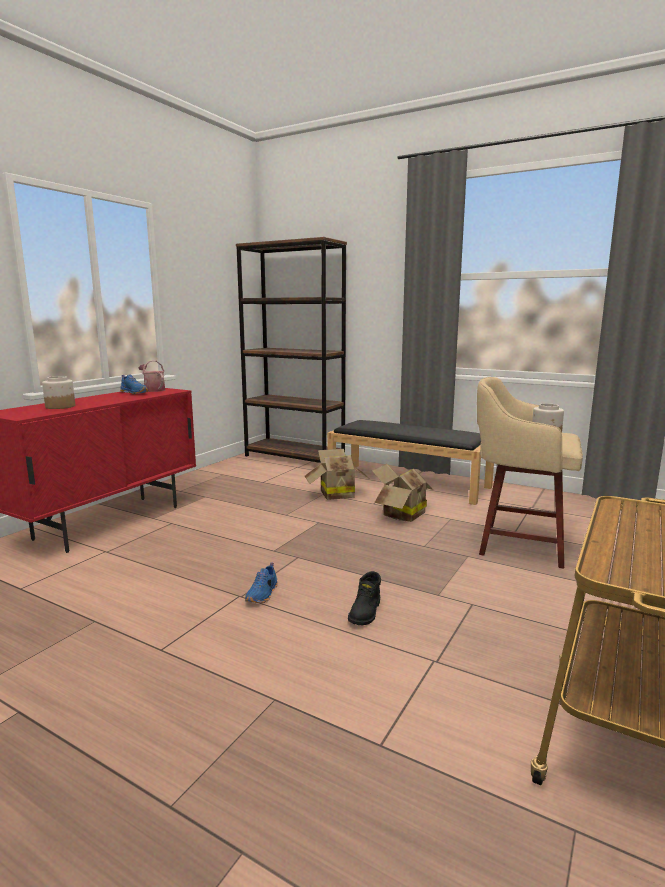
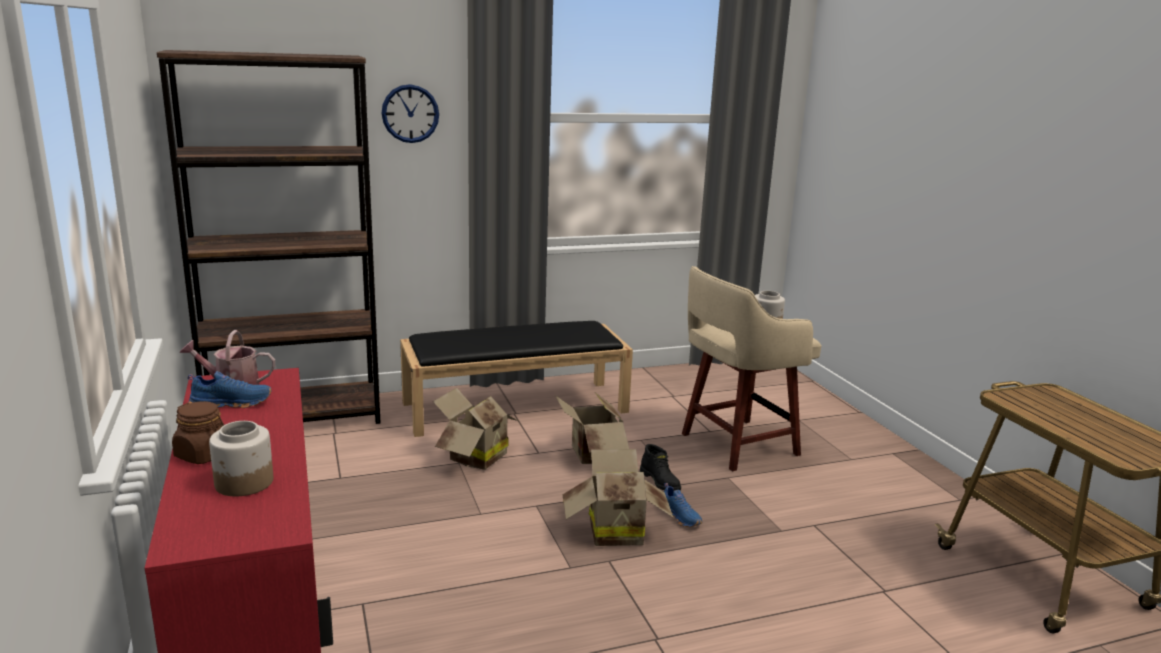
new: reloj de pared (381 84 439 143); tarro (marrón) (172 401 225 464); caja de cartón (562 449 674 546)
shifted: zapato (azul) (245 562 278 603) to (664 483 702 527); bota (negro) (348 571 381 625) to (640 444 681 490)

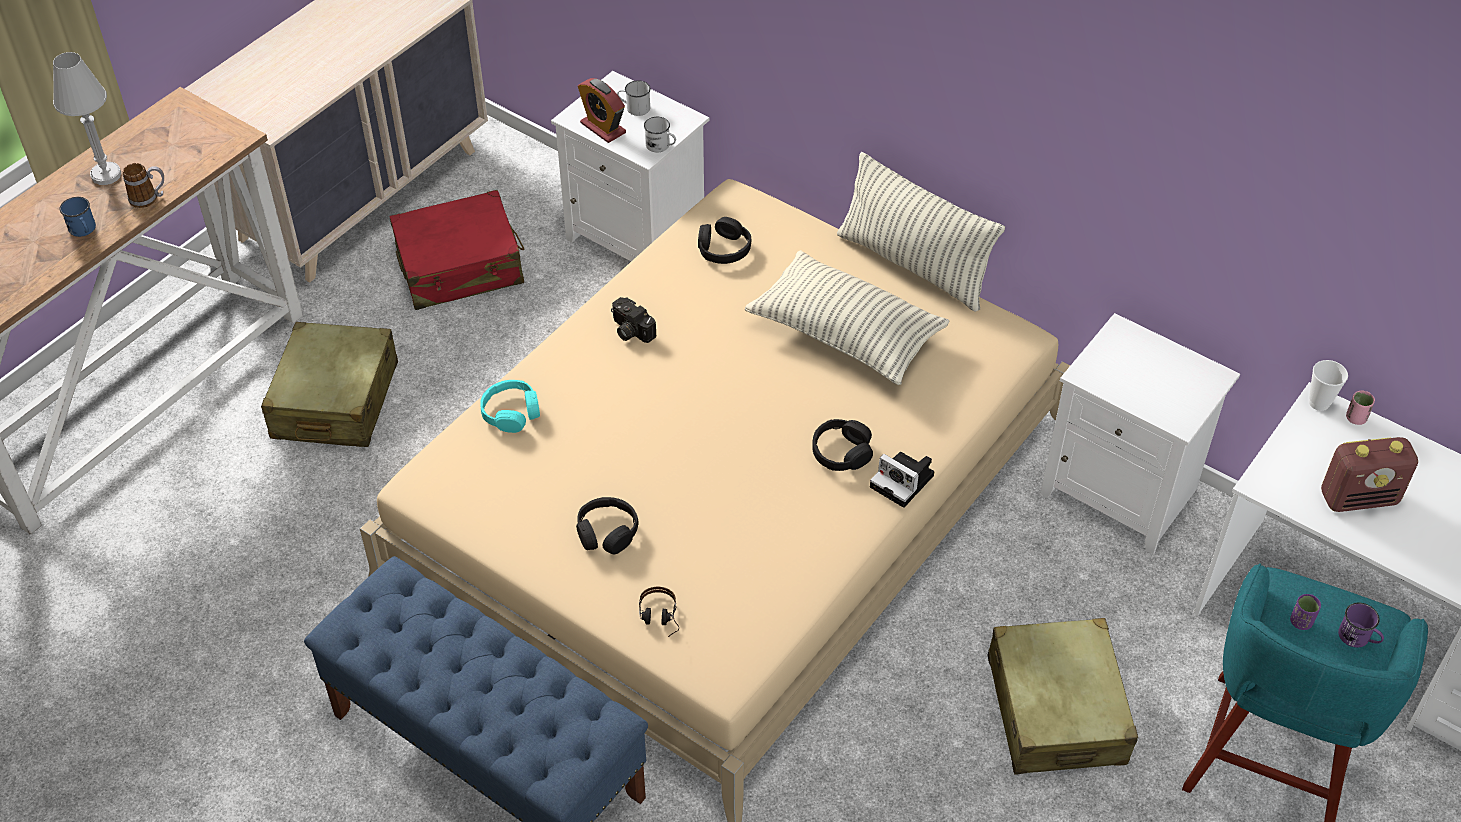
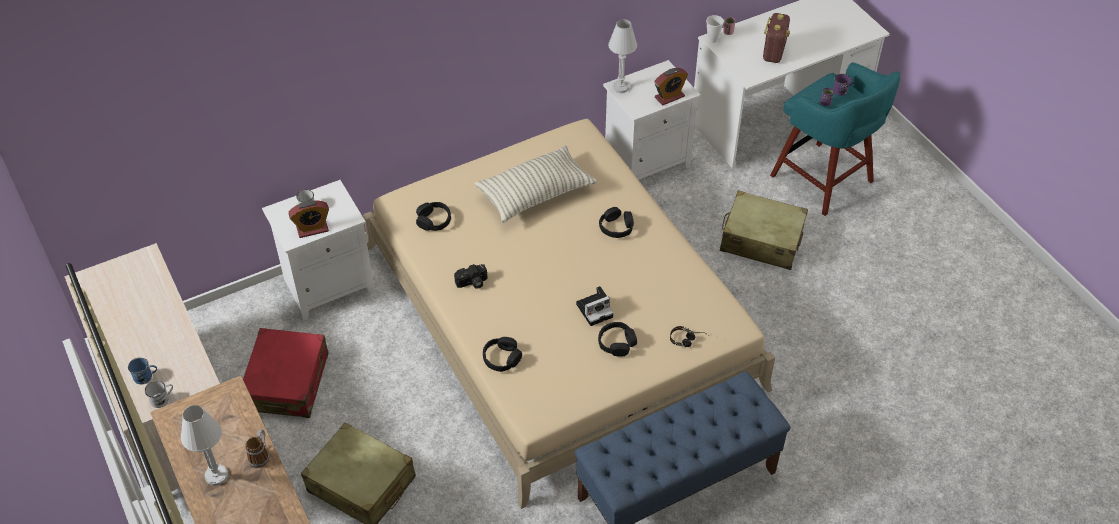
gone: cojín (837 152 1005 312)
new: lámpara de mesa (blanco) (608 19 637 93); despertador (654 68 688 105)
shifted: taza grande (blanco) (644 117 676 153) to (145 381 173 408); taza grande (azul) (59 197 96 237) to (128 358 157 384); cámara (870 452 934 508) to (576 286 614 326)
repainted: auriculares (turquesa) (480 380 540 433) to auriculares (negro) (483 337 522 372)

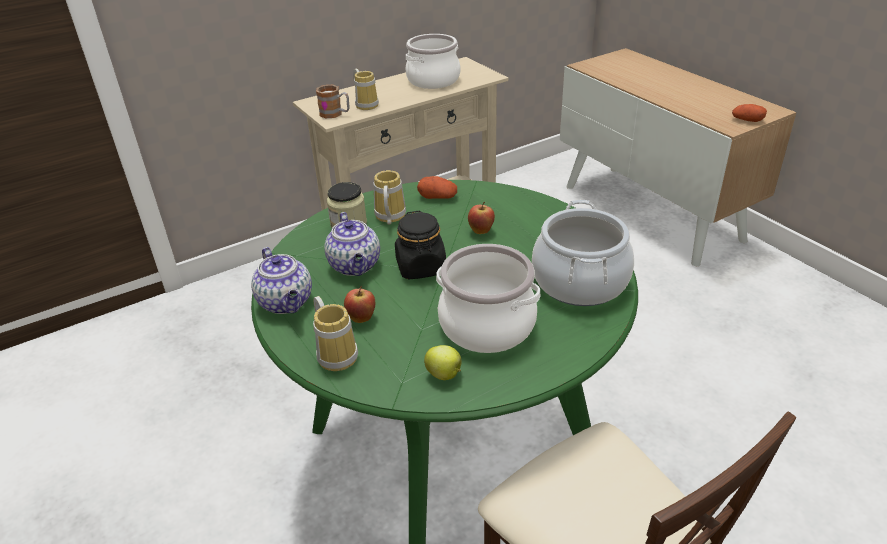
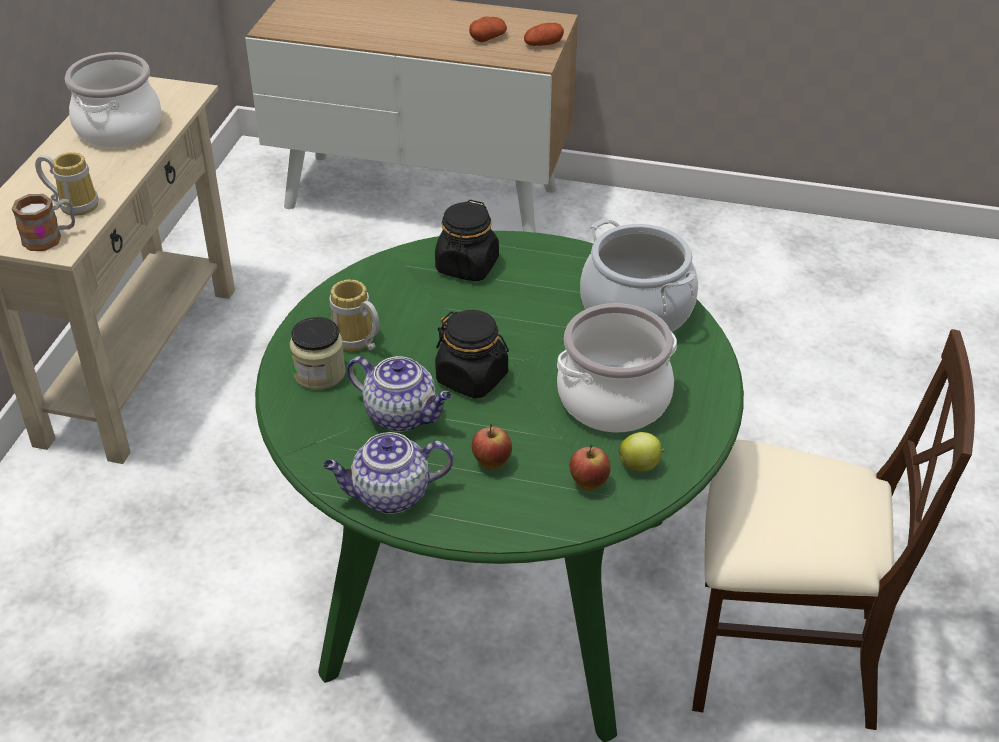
gone: taza grande (313 296 358 371)
new: tarro (negro) (435 200 499 281)
shifted: patata (417 176 457 199) to (469 16 507 42); manzana (468 202 495 234) to (570 444 611 491)
rotated: tetera (251 247 312 314) = (323 432 453 514) 150 degrees clockwise

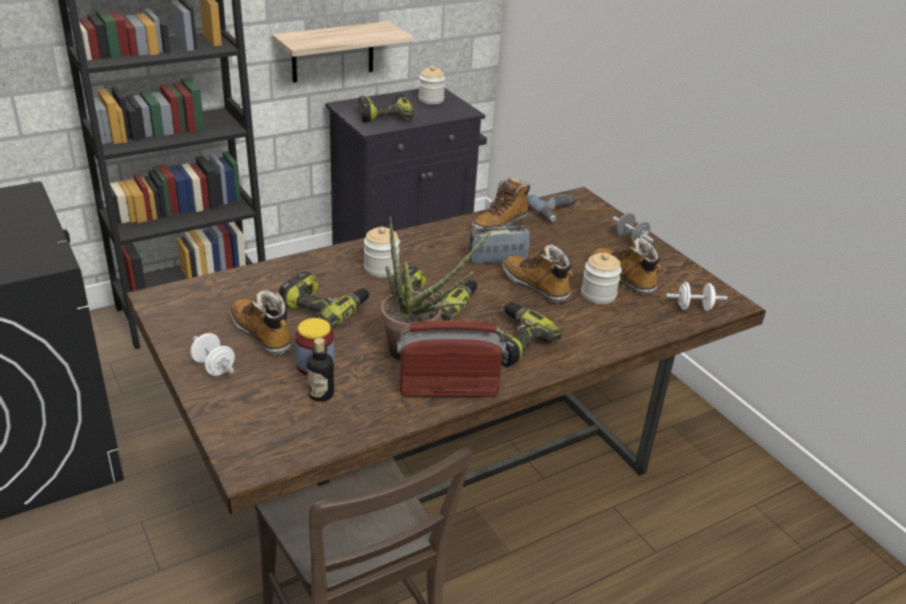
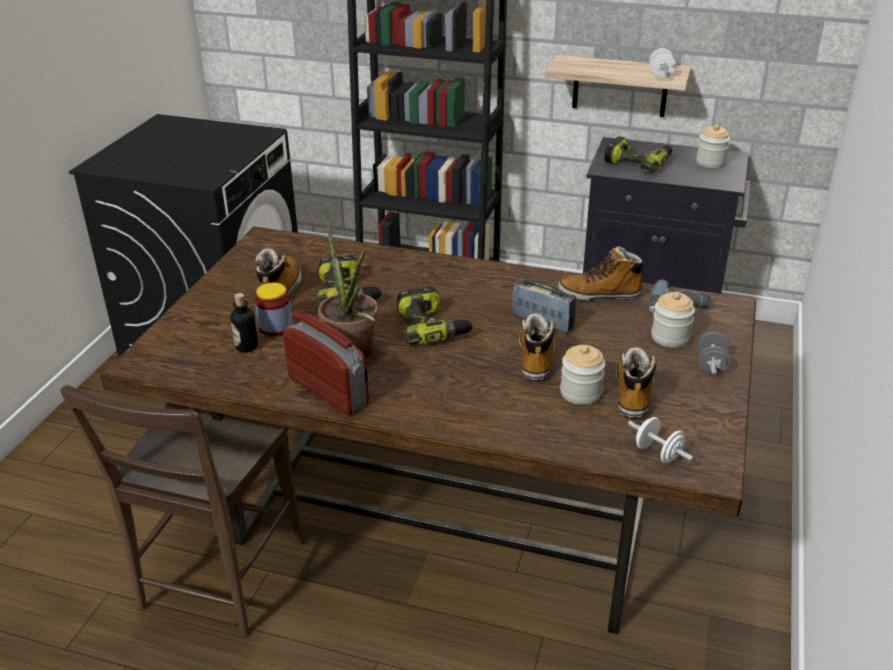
gone: taladro (495 302 562 367)
shifted: tarro (364 227 400 278) to (651 292 695 348); mancuerna (blanco) (190 333 235 376) to (650 48 676 78)

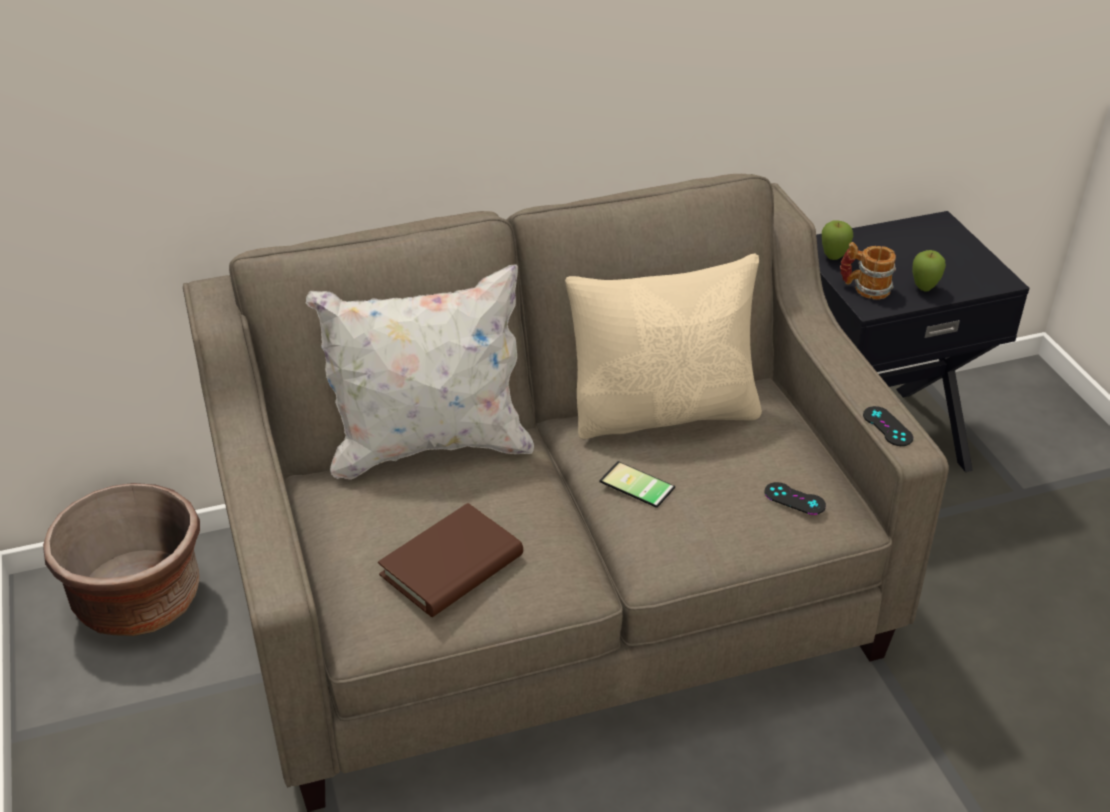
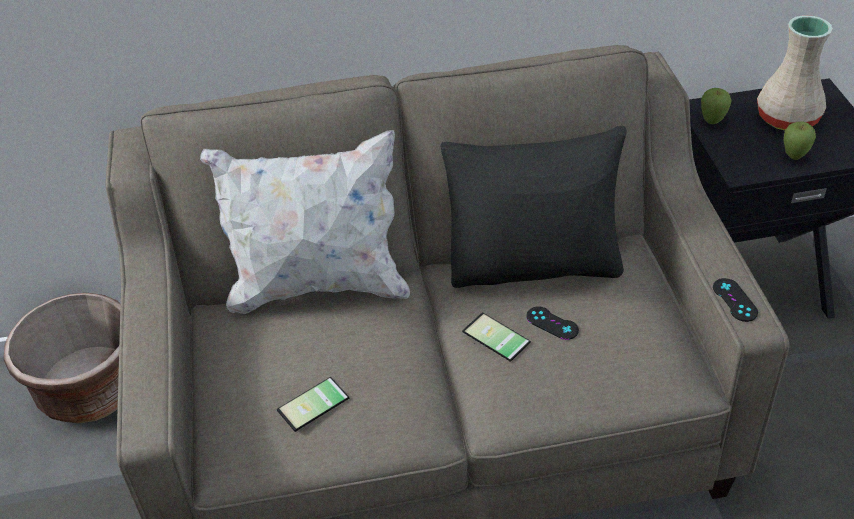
gone: taza grande (840 242 896 300)
new: florero (beis) (757 15 833 131)
shifted: mando de consola (negro) (764 482 826 515) to (526 306 579 340)
swapped: libro (marrón) (378 503 523 617) to móvil (277 377 349 432)
repainted: cojín (beis) (565 253 762 439) to cojín (negro) (440 126 626 288)

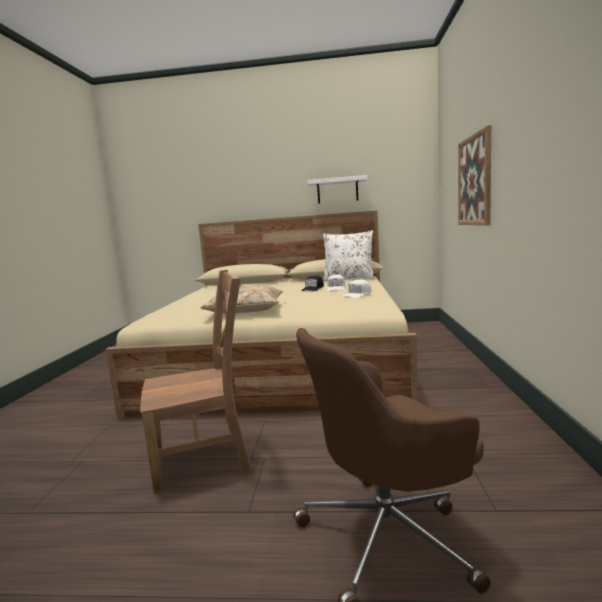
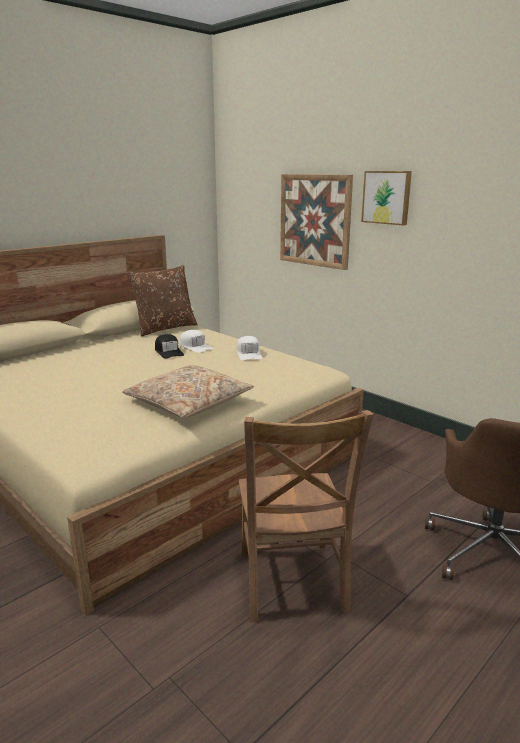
gone: estante (blanco) (307 175 367 204)
new: cuadro (361 171 412 225)
repainted: cojín (blanco) (323 230 375 281) to cojín (marrón) (126 265 198 337)
rotated: silla (marrón) (140 270 251 494) = (239 410 374 623) 150 degrees clockwise

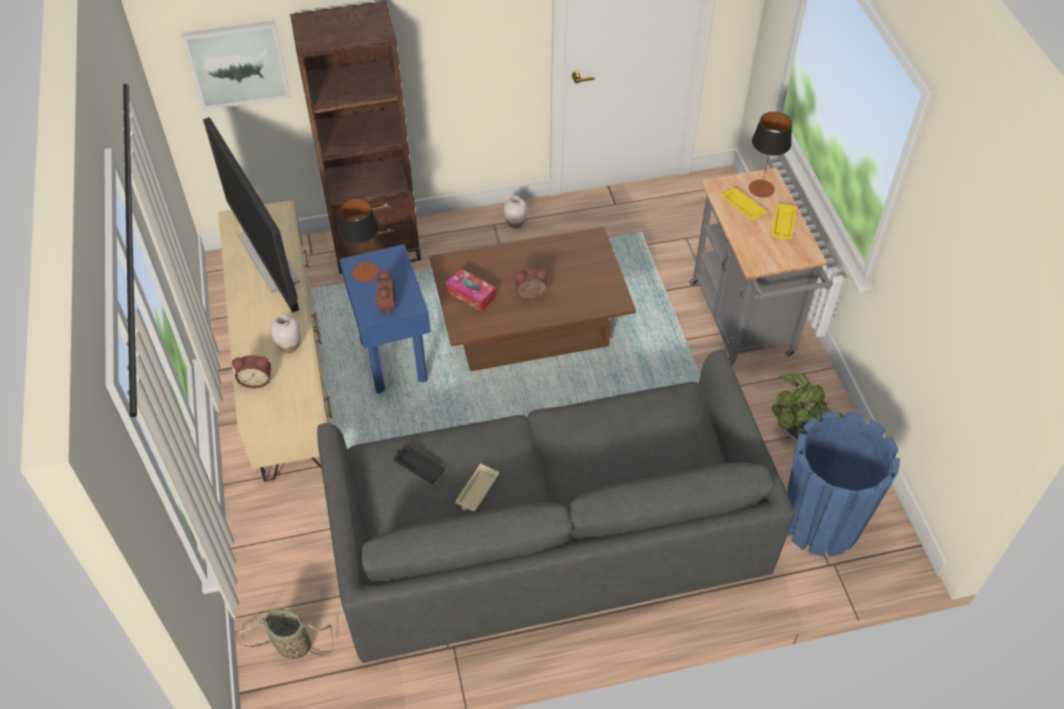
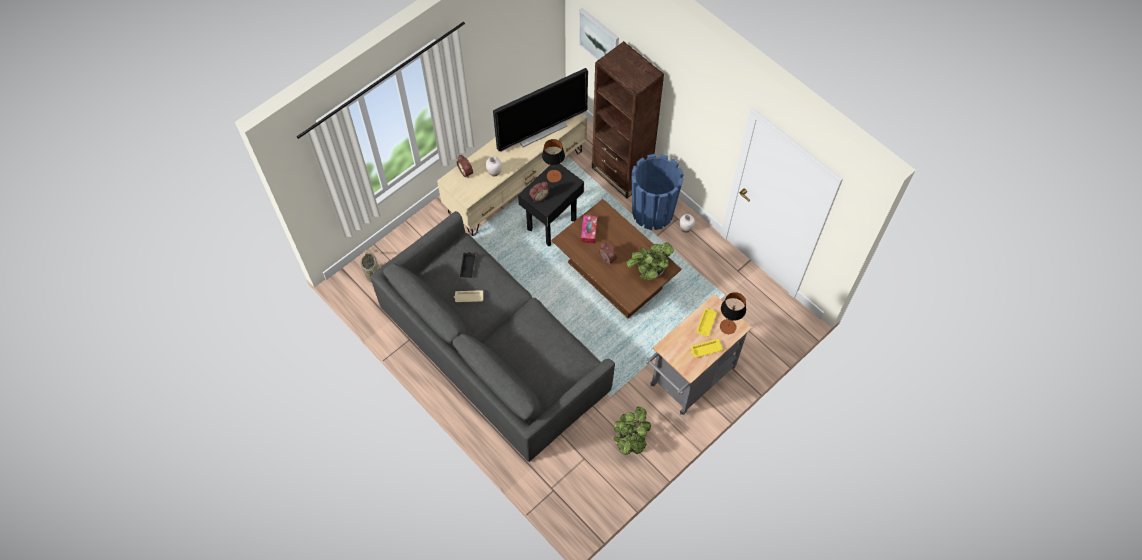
new: planta en maceta (626 242 674 280)
shifted: maceta (azul) (787 411 900 557) to (631 154 684 230)
repainted: mesa auxiliar (azul) (340 244 431 394) to mesa auxiliar (negro) (518 164 584 246)
rotated: televisor (203 117 300 313) = (493 68 588 152) 150 degrees counterclockwise

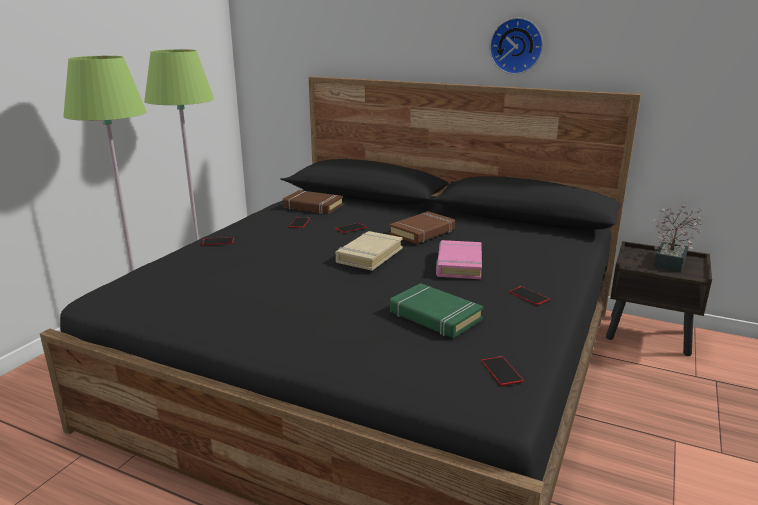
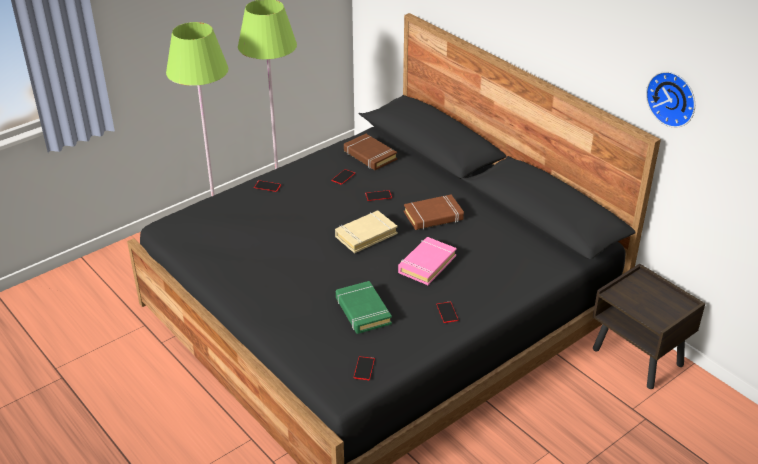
gone: planta en maceta (653 205 702 272)
shifted: reloj de pared (489 18 543 74) to (646 71 695 128)

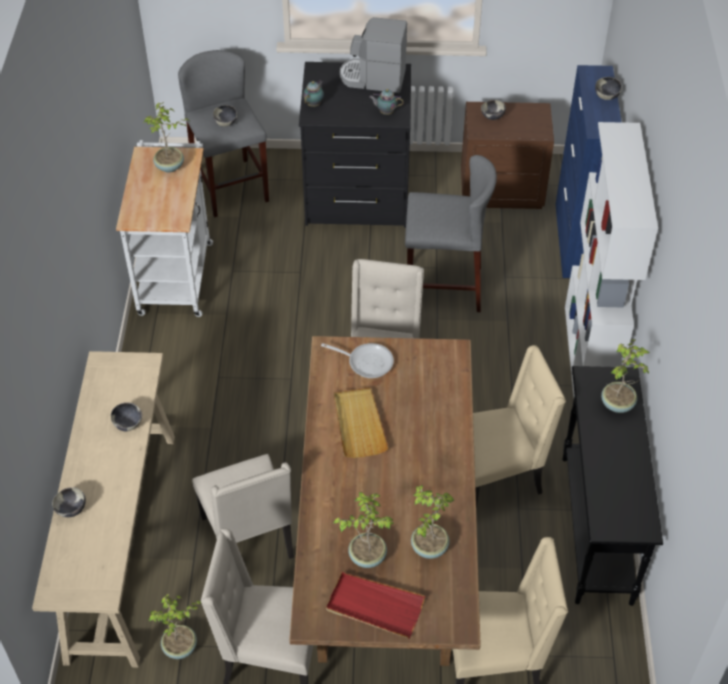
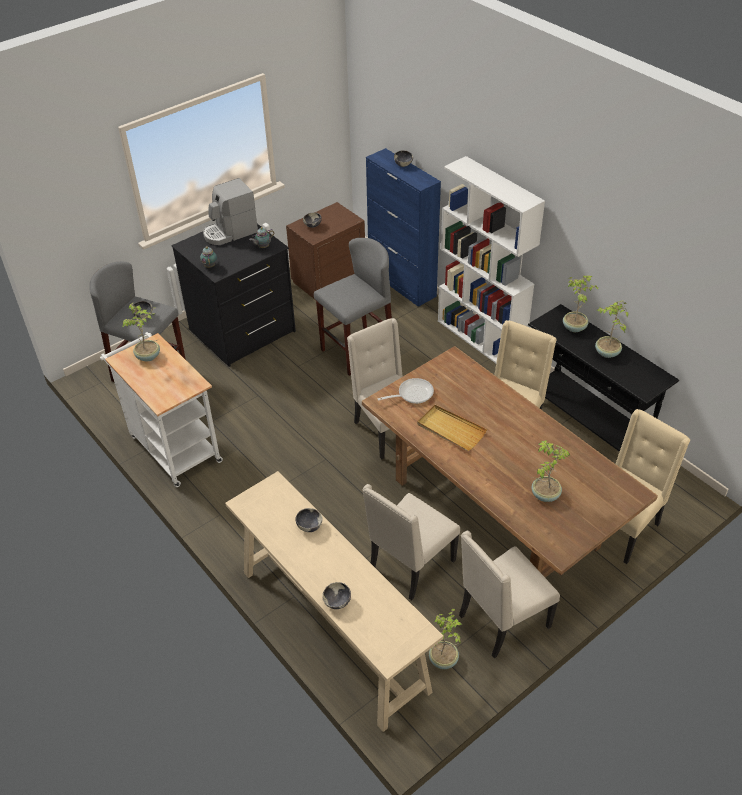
gone: bandeja (rojo) (326 572 425 639)
shifted: planta en maceta (410 485 455 559) to (595 300 629 358)
rotated: silla (beis) (192 454 294 559) = (362 484 460 601) 105 degrees clockwise

